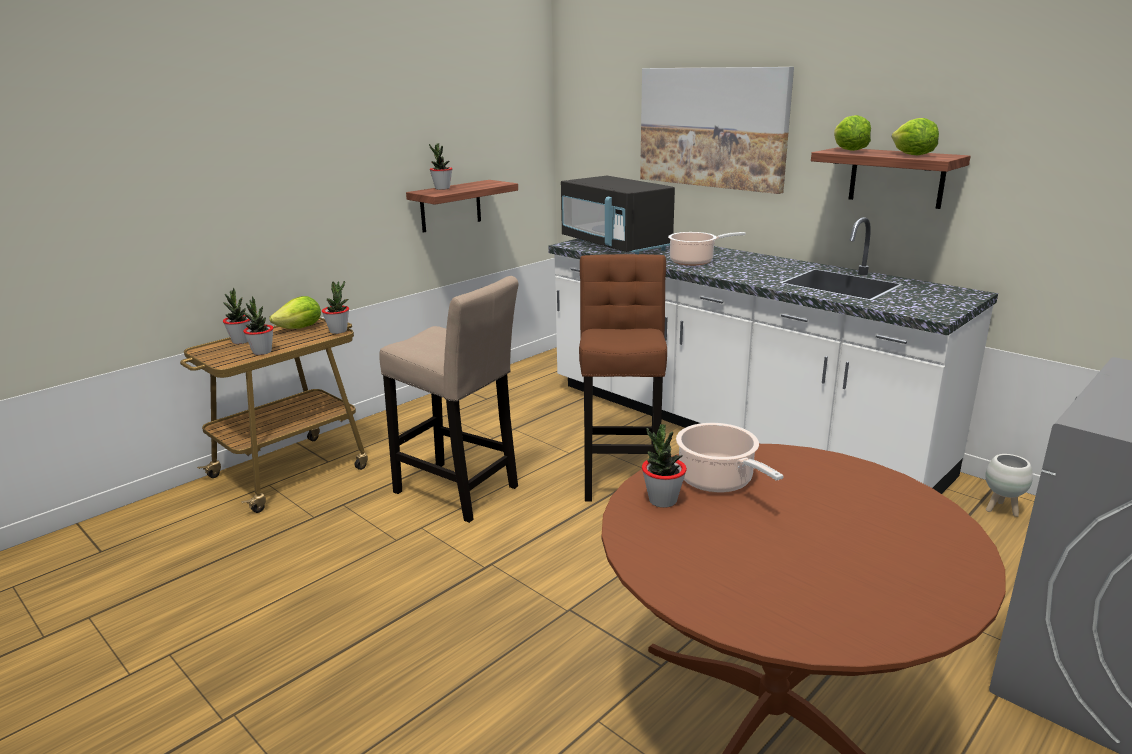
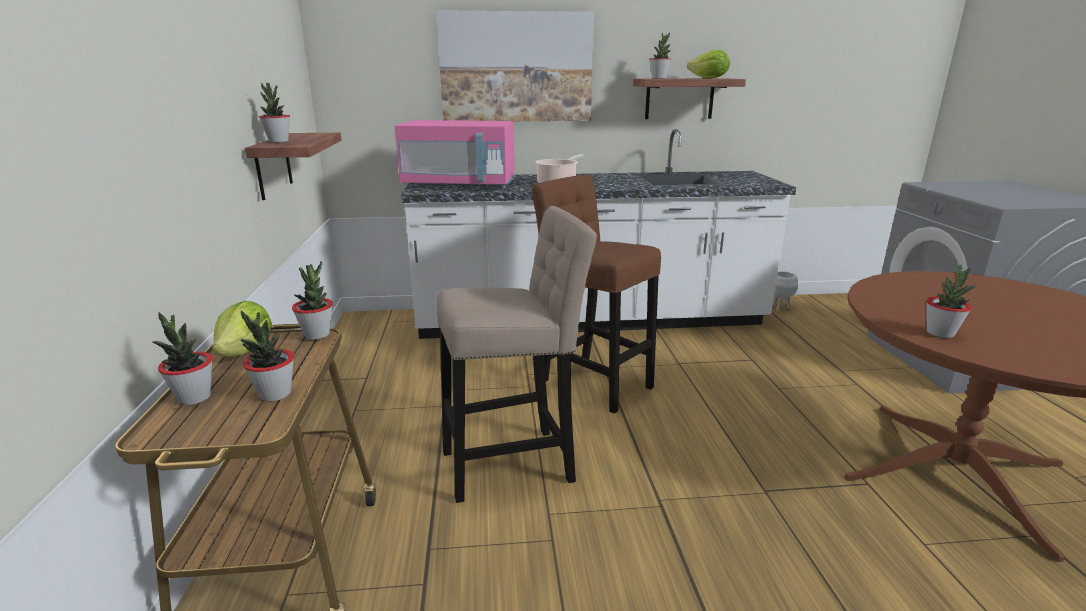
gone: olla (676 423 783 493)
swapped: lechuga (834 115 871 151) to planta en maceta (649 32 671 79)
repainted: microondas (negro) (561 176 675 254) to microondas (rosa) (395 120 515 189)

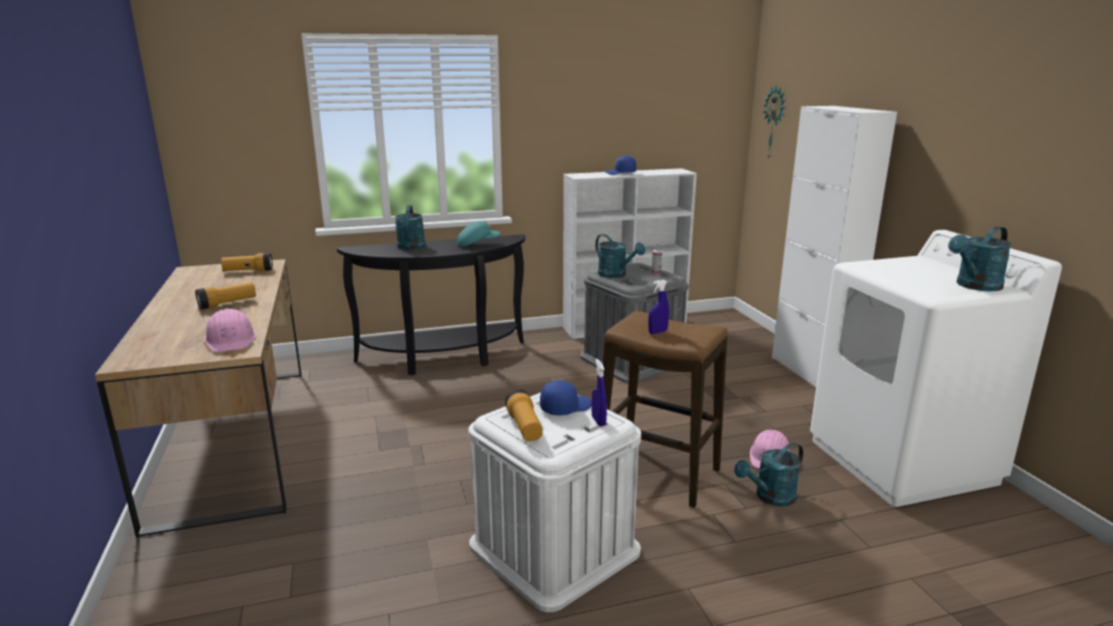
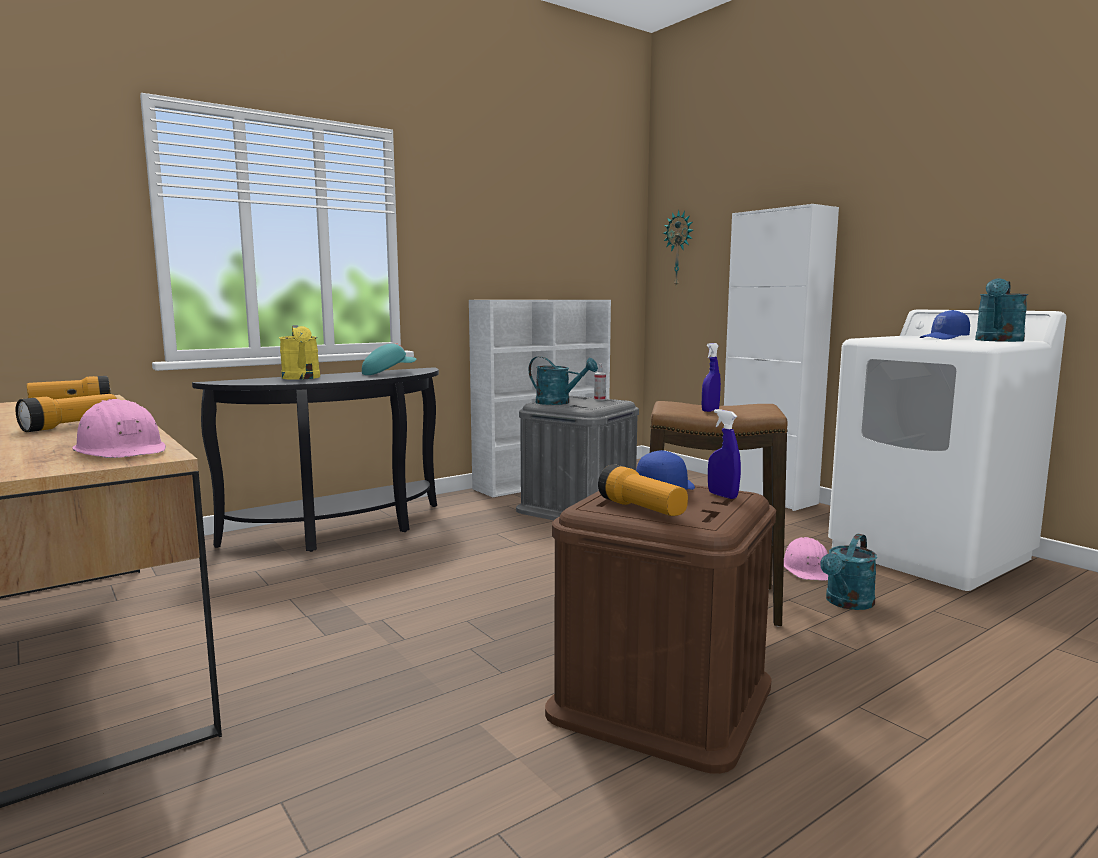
shifted: gorra (azul) (604 155 636 175) to (920 310 970 339)
repainted: regadera (turquesa) (395 205 425 250) to regadera (amarillo) (279 325 320 380); caja de almacenaje (blanco) (468 393 641 612) to caja de almacenaje (marrón) (545 485 776 774)

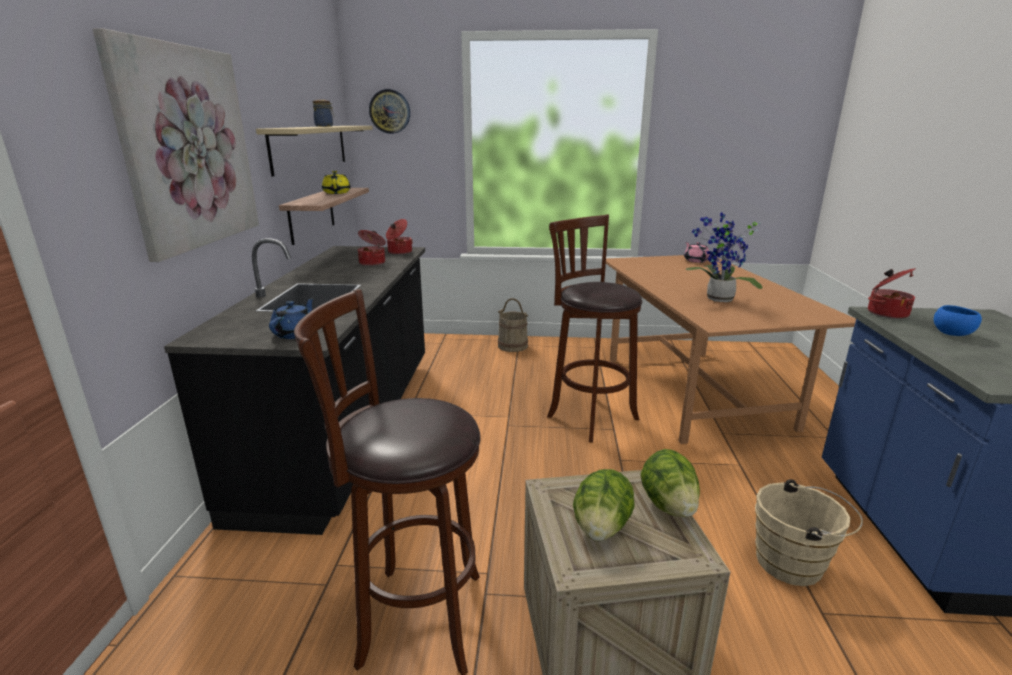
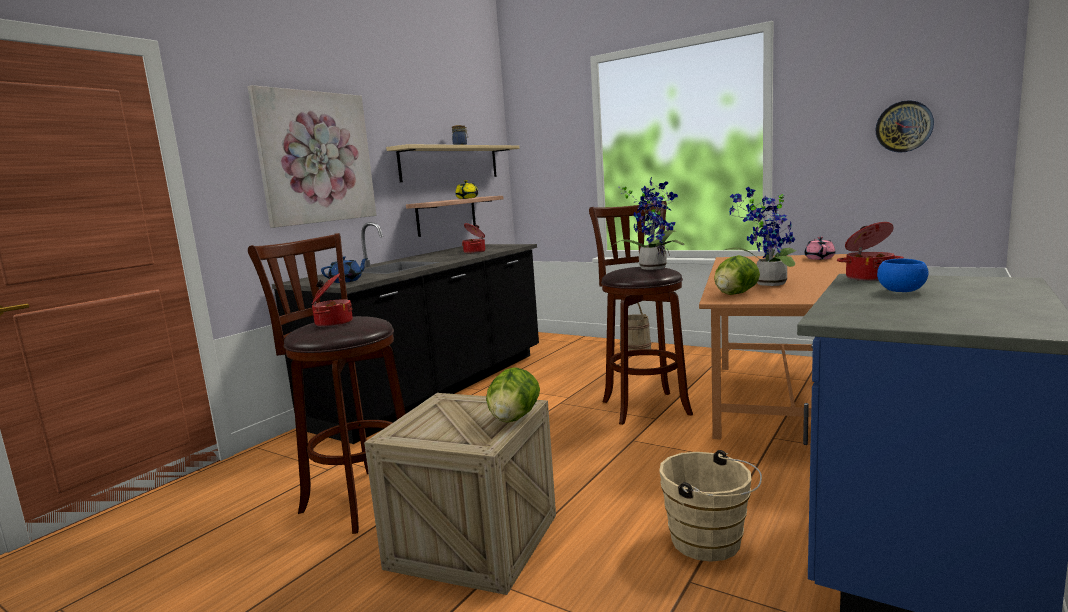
new: planta en maceta (612 177 685 270)
shifted: reloj de pared (369 89 410 134) to (875 100 934 153); olla (386 219 412 255) to (312 273 353 327); lechuga (573 469 635 542) to (714 255 760 295)

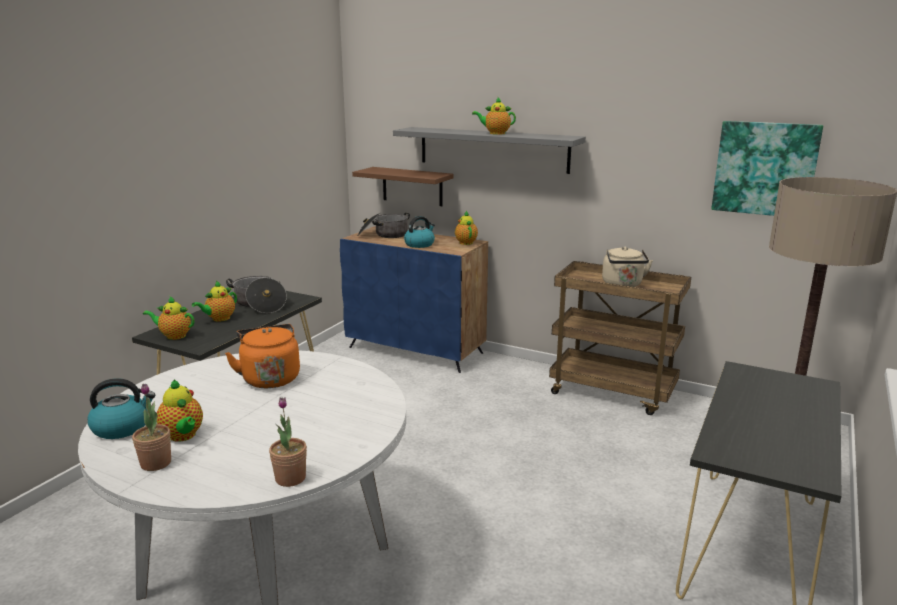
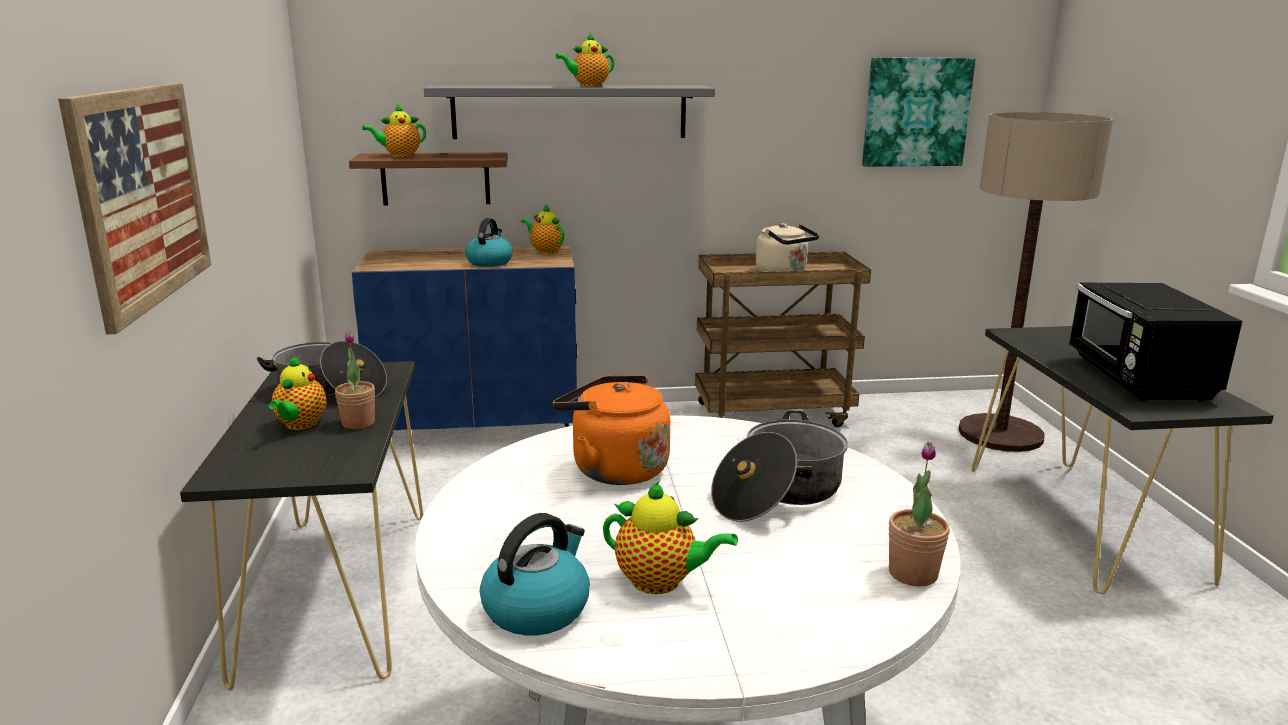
new: cuadro (58 83 211 334); microondas (negro) (1068 283 1243 402)
shifted: olla (358 212 410 238) to (711 410 848 522); tetera (143 296 194 340) to (362 103 426 157); planta en maceta (132 384 171 471) to (335 332 375 429)

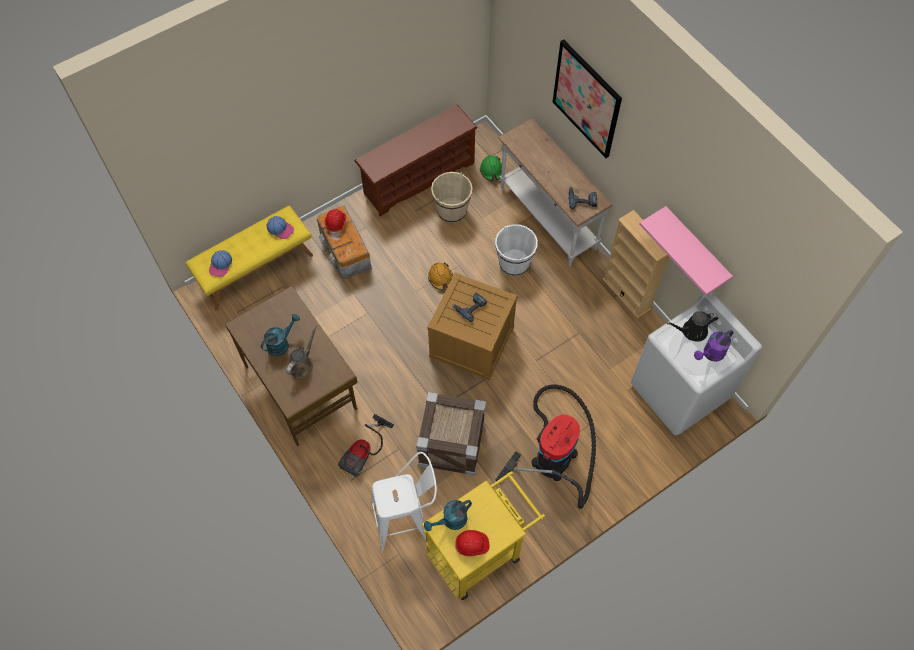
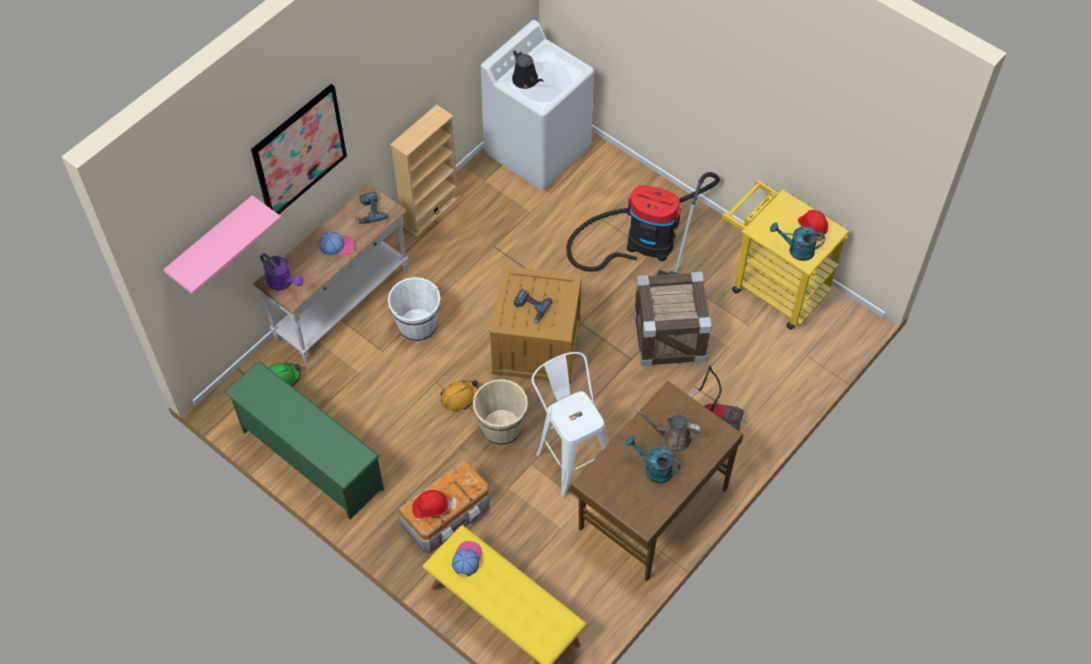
shifted: cubo (beis) (431 172 473 223) to (473 379 528 445); estante (rosa) (639 206 733 296) to (163 195 281 295); gorra (209 250 232 277) to (319 232 355 256); regadera (morado) (694 330 734 362) to (260 253 304 290); taburete (blanco) (371 452 437 551) to (531 352 608 497)
repainted: zapatero (marrón) (354 105 478 217) to zapatero (verde) (224 361 384 520)
rotated: regadera (turquesa) (424 500 472 531) = (770 222 825 261) 150 degrees clockwise

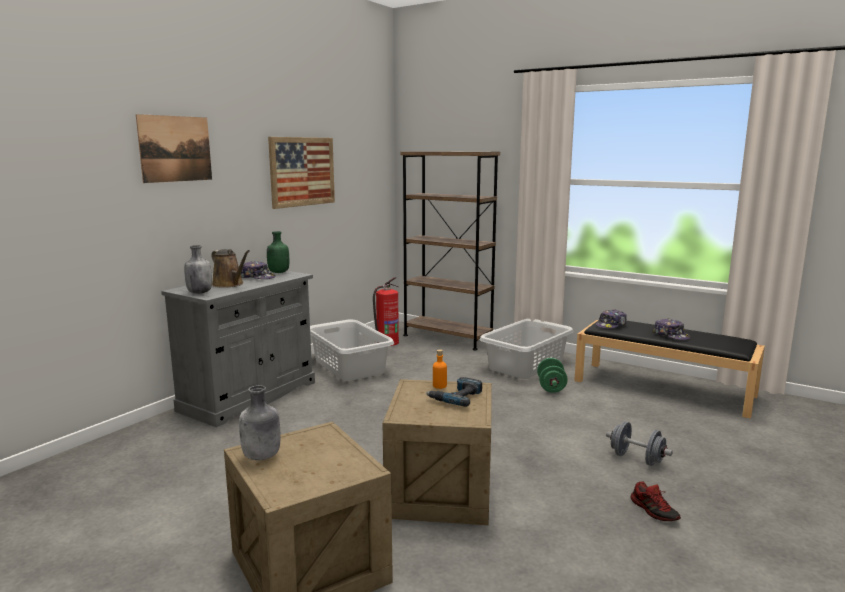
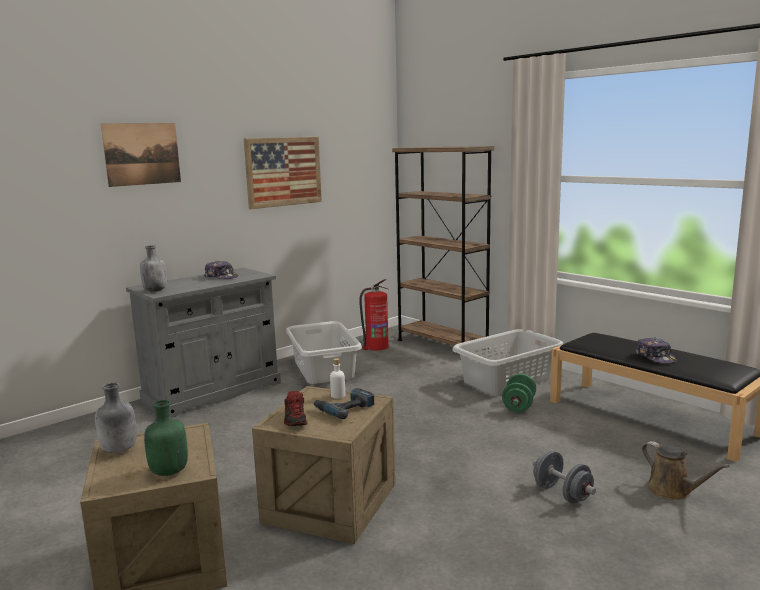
gone: gorra (596 309 627 329)
shifted: botella (verde) (267 231 289 273) to (144 400 188 476); regadera (marrón) (212 249 250 288) to (642 441 730 500); zapato (631 482 681 521) to (284 391 307 426)
repainted: botella (naranja) (433 349 447 389) to botella (blanco) (330 358 345 399)

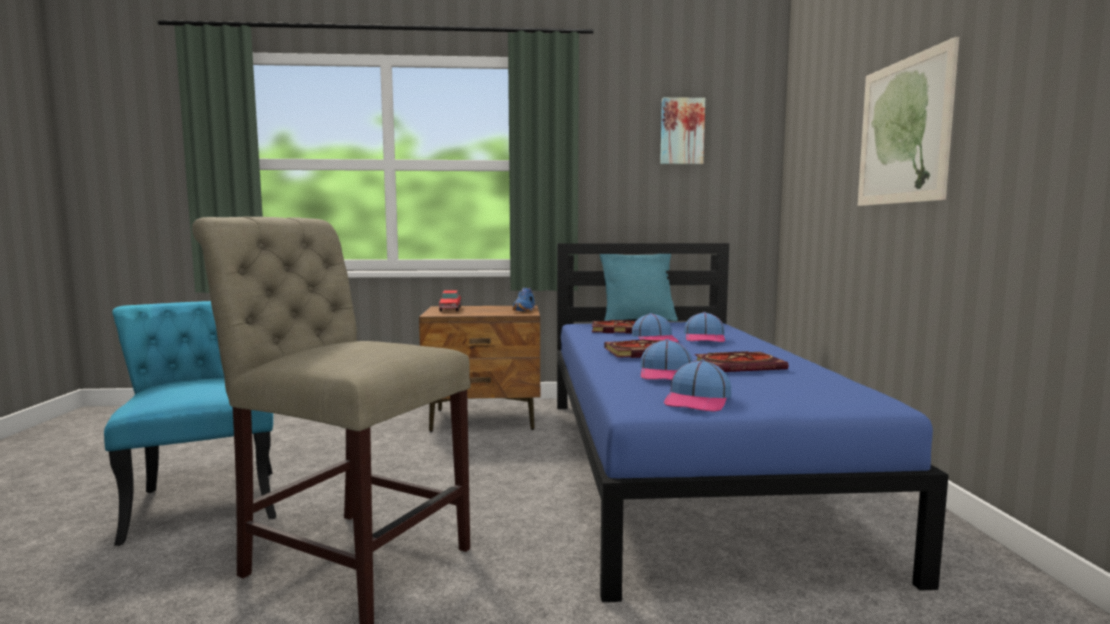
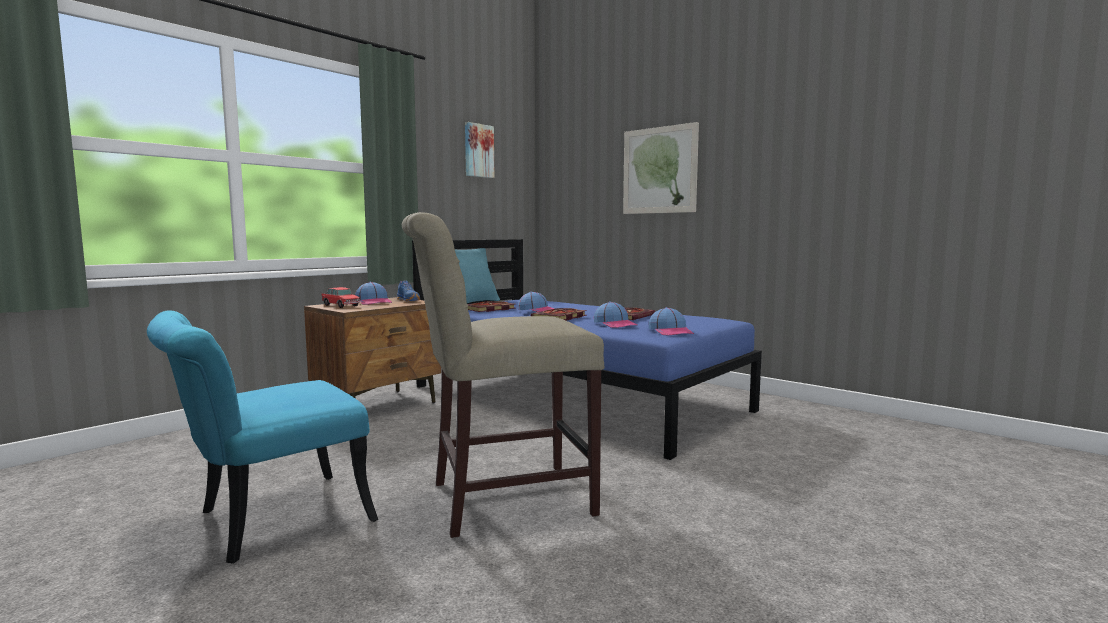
shifted: gorra (684 312 725 342) to (355 282 392 305)
rotated: silla (turquesa) (104 301 276 546) = (147 310 378 563) 60 degrees counterclockwise

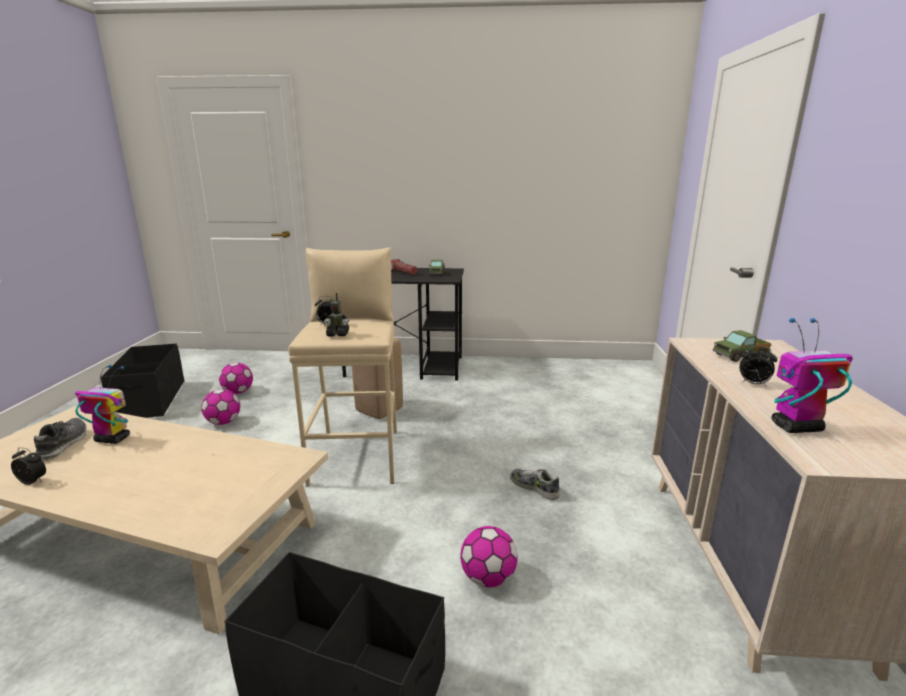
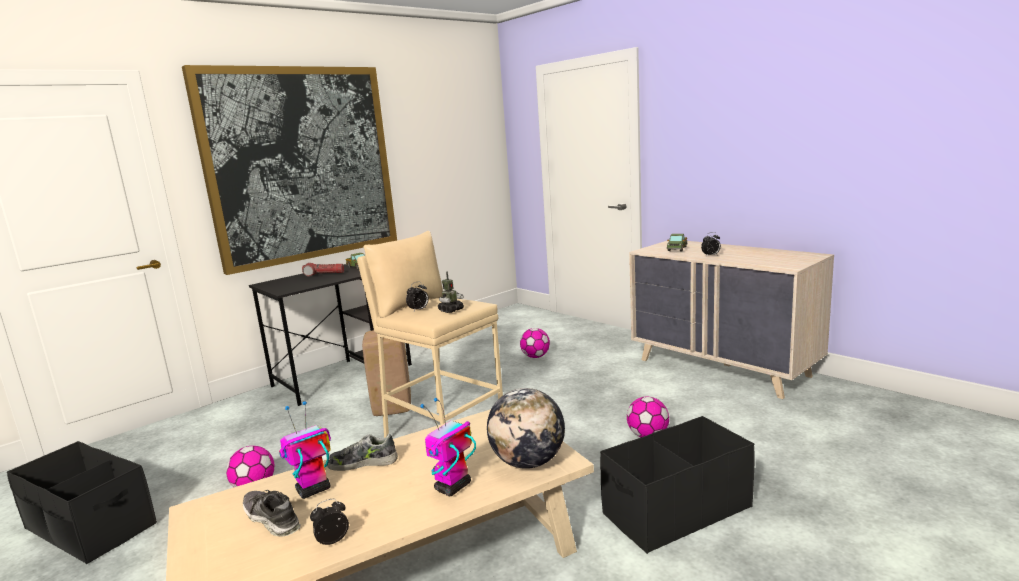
new: cuadro (182 65 397 275); globo terráqueo (487 388 565 469)
shifted: robot de juguete (772 318 853 433) to (420 398 476 496); balón de fútbol (219 363 253 394) to (520 328 550 358); zapato (510 469 560 500) to (327 434 398 471)

